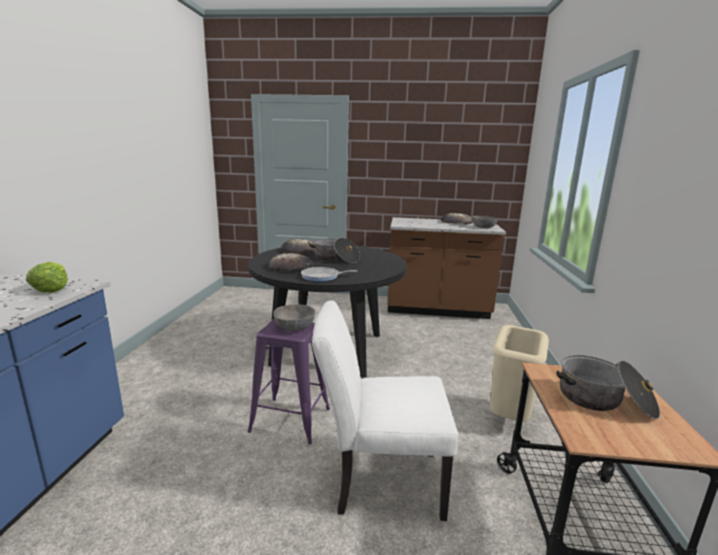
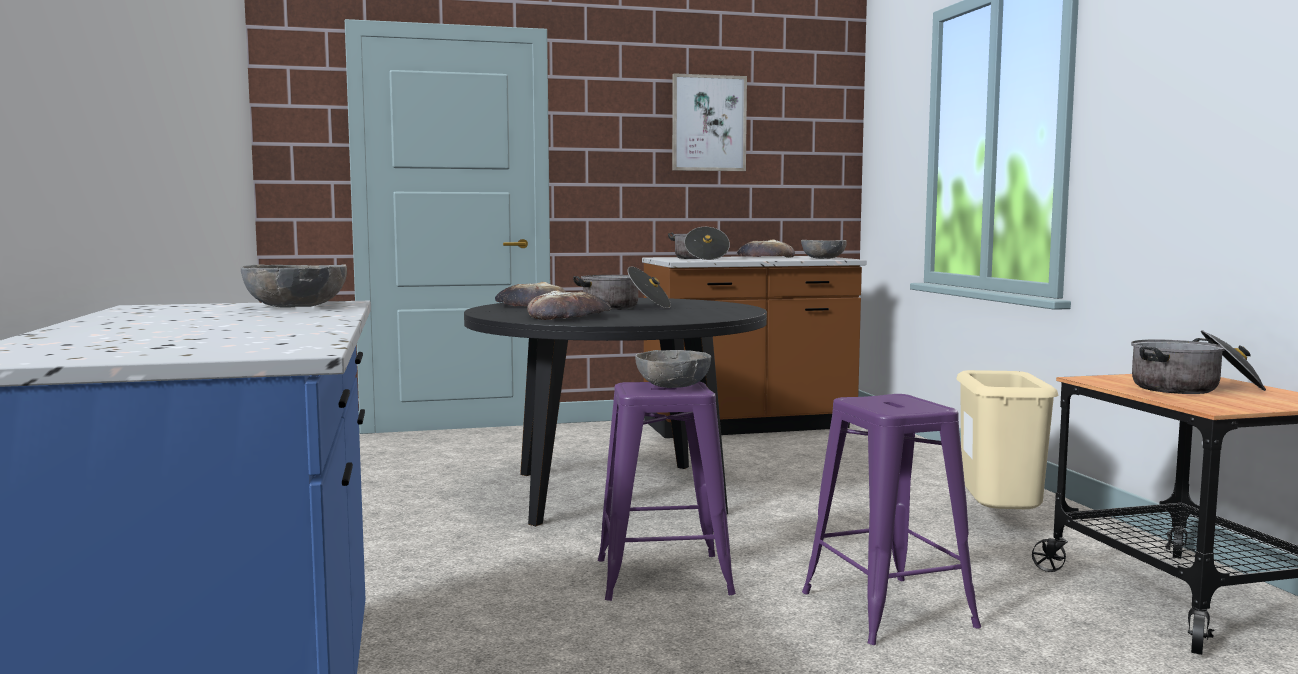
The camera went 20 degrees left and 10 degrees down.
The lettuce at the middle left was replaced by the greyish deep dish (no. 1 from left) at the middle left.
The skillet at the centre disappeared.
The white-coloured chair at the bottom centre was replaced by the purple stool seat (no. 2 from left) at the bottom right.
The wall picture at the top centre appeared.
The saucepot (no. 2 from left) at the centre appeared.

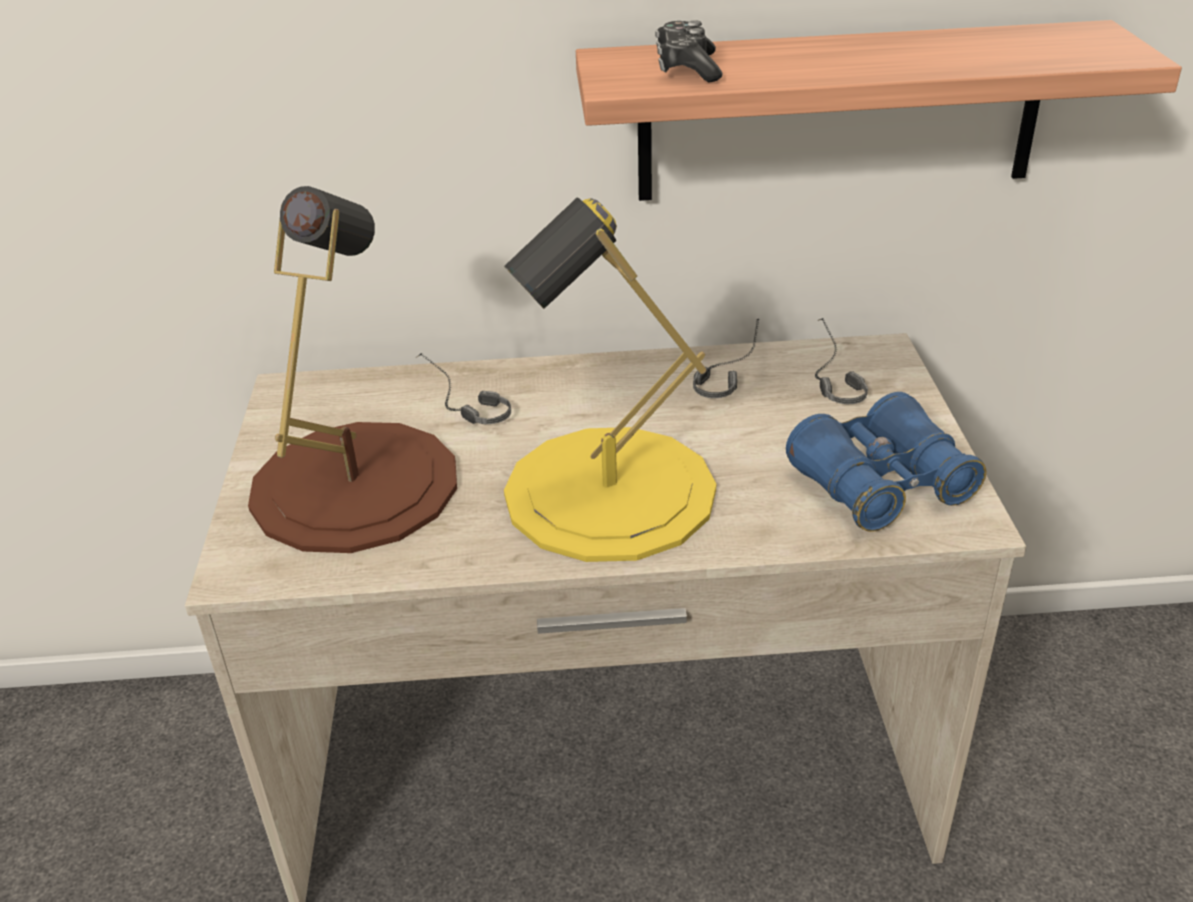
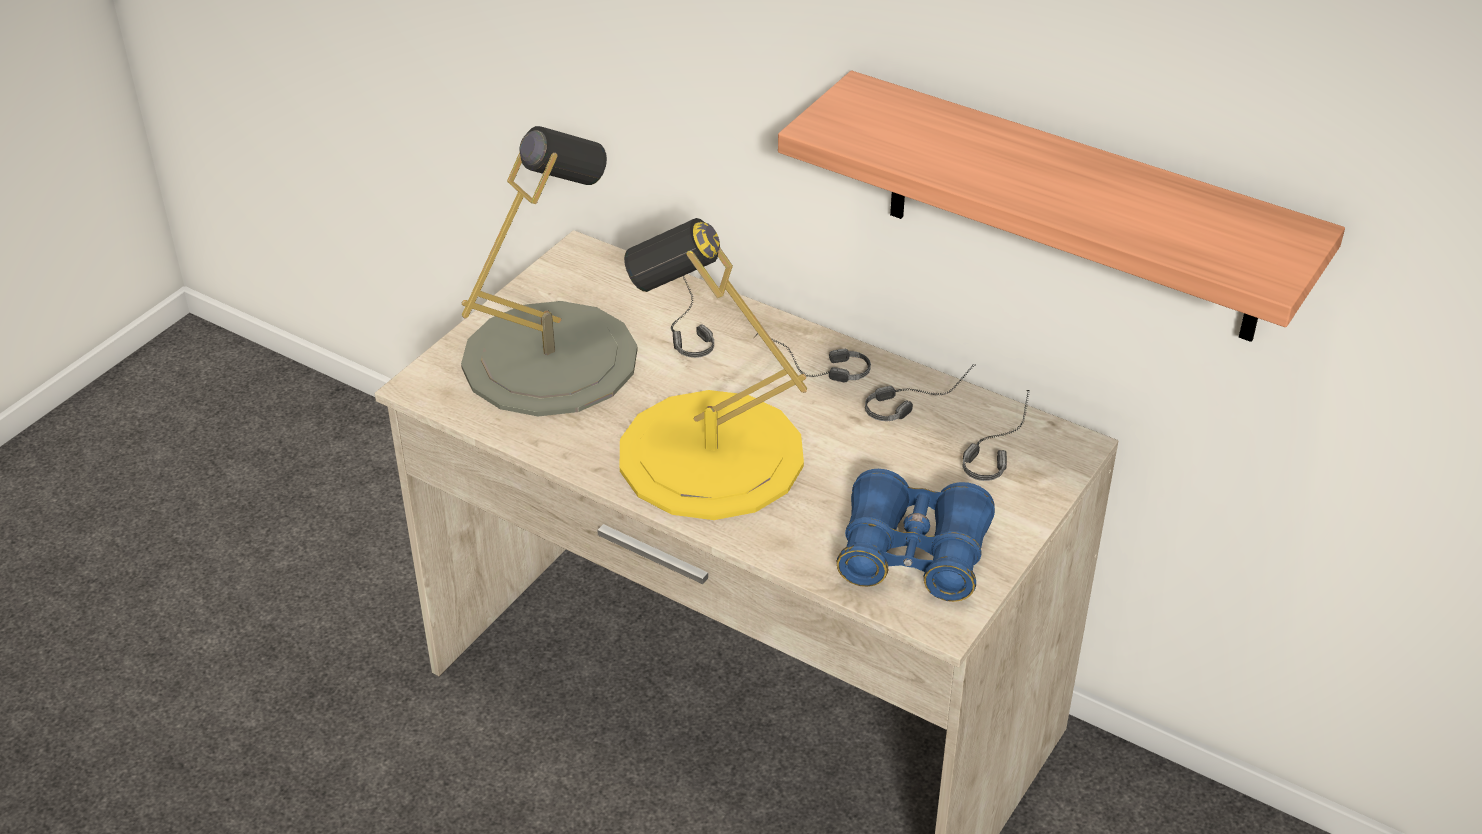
The camera went 35 degrees right and 5 degrees up.
The joypad at the top centre disappeared.
The brown table lamp at the middle left became the greyish table lamp at the top centre.
The headphones (no. 2 from left) at the centre appeared.

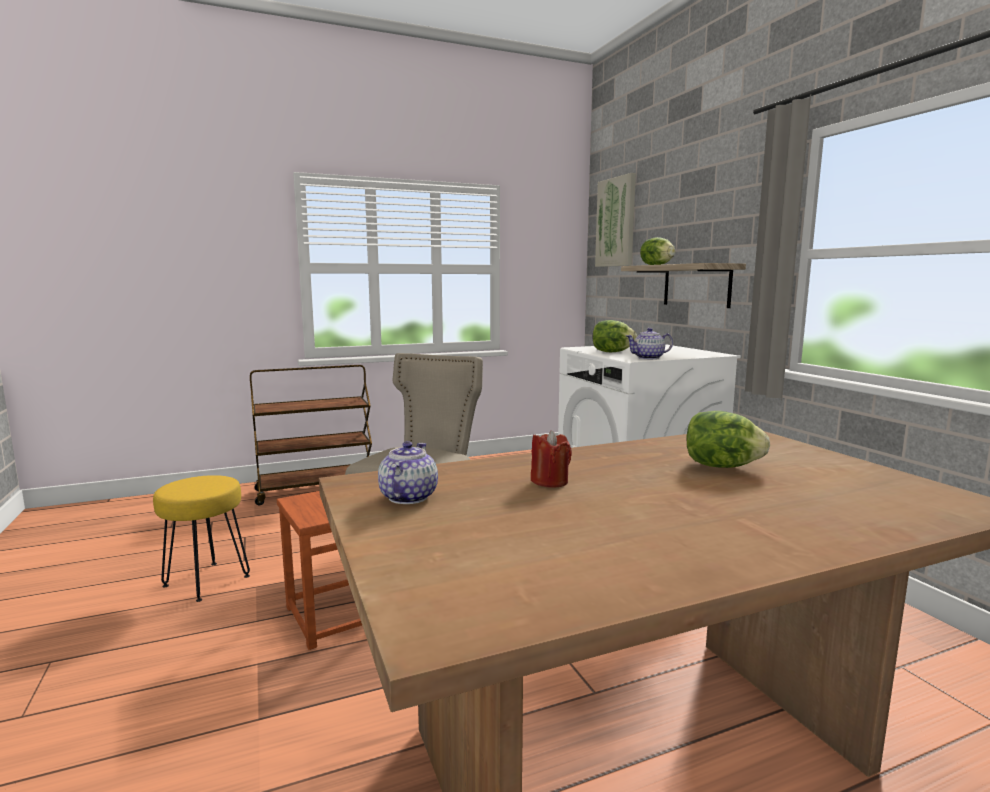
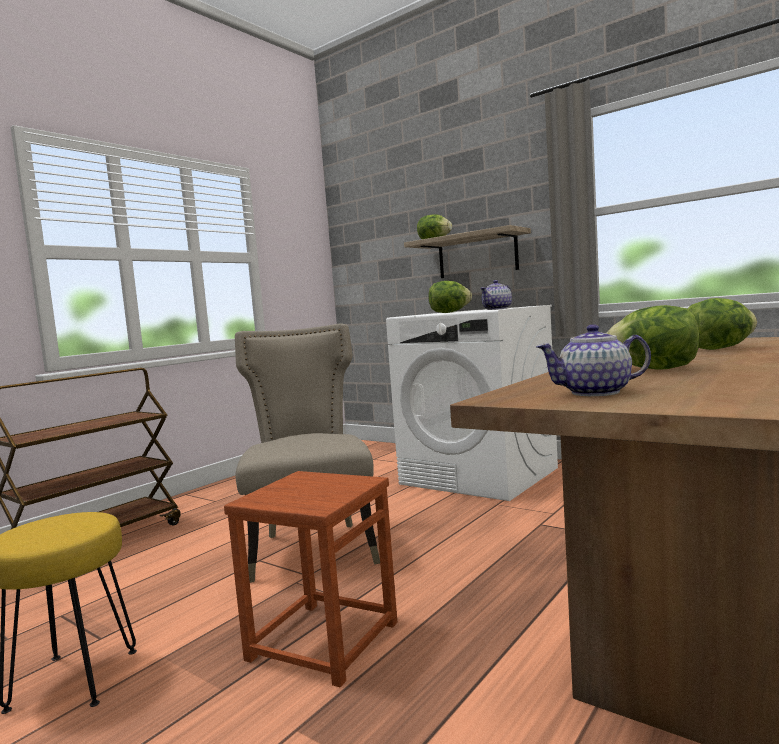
The camera went 30 degrees left and 5 degrees down.
The wall picture at the top centre disappeared.
The red wax candle at the centre was replaced by the lettuce (no. 3 from left) at the middle right.
The pot for tea (no. 1 from left in the first image) at the centre turned 75 degrees counterclockwise.

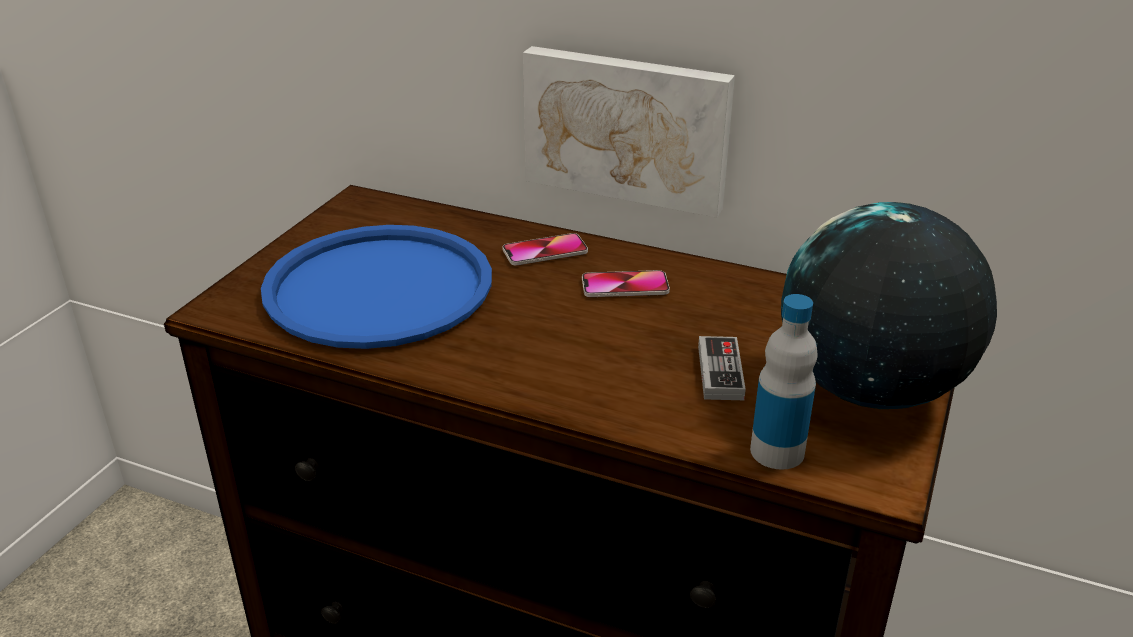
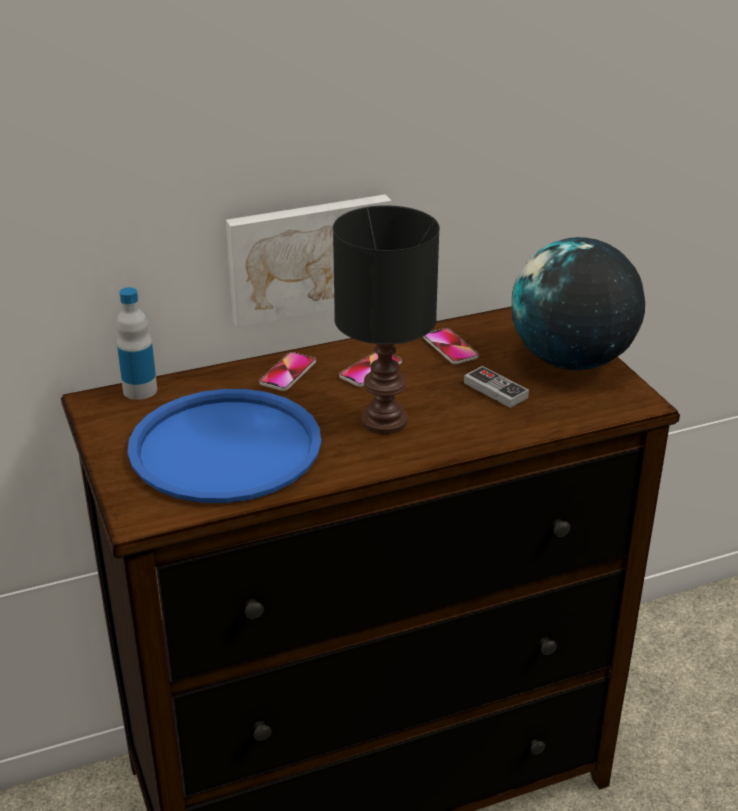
The camera went 45 degrees left and 0 degrees up.
The bottle moved from the middle right to the middle left.
The black-coloured table lamp at the centre appeared.
The handset (no. 3 from left) at the centre appeared.

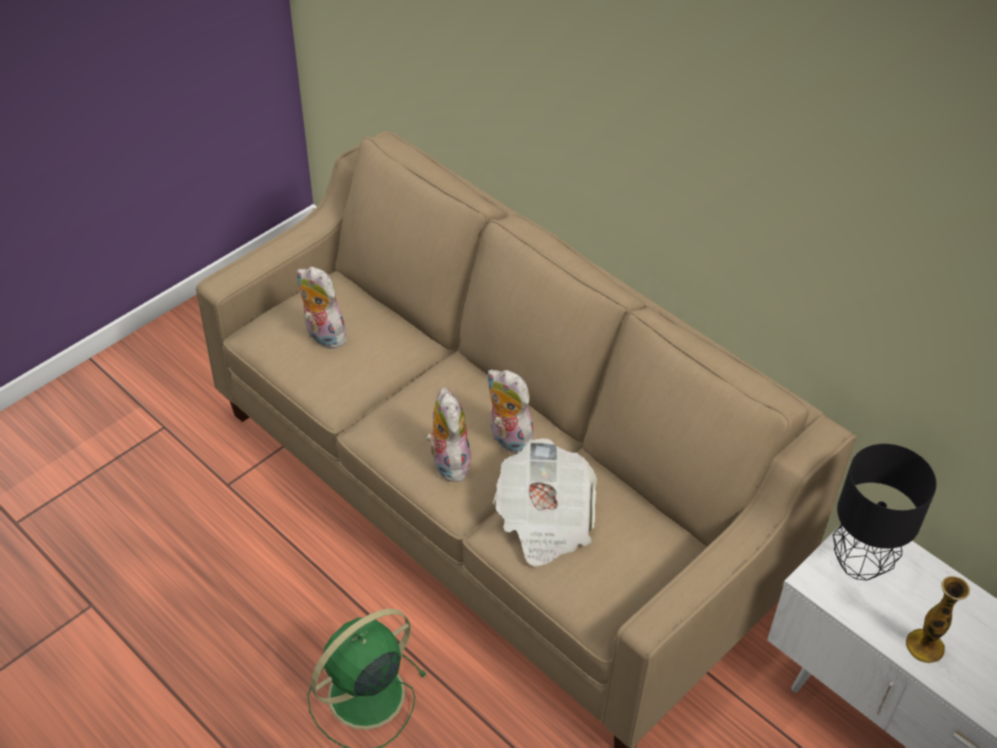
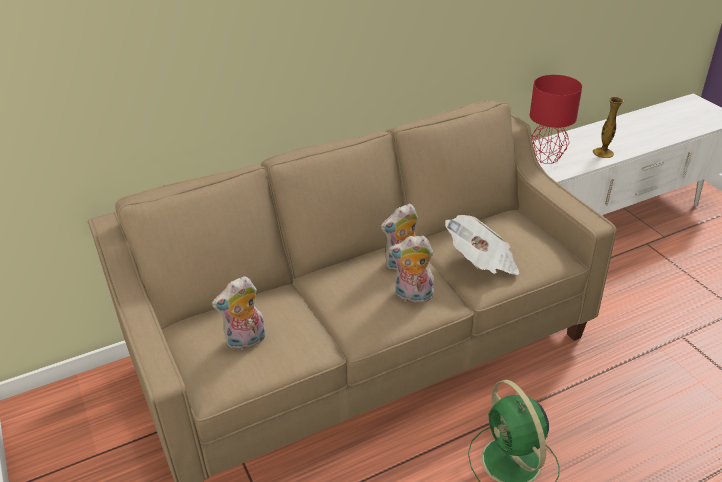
The camera went 70 degrees left and 10 degrees down.
The black-coloured table lamp at the bottom right became the red table lamp at the top right.

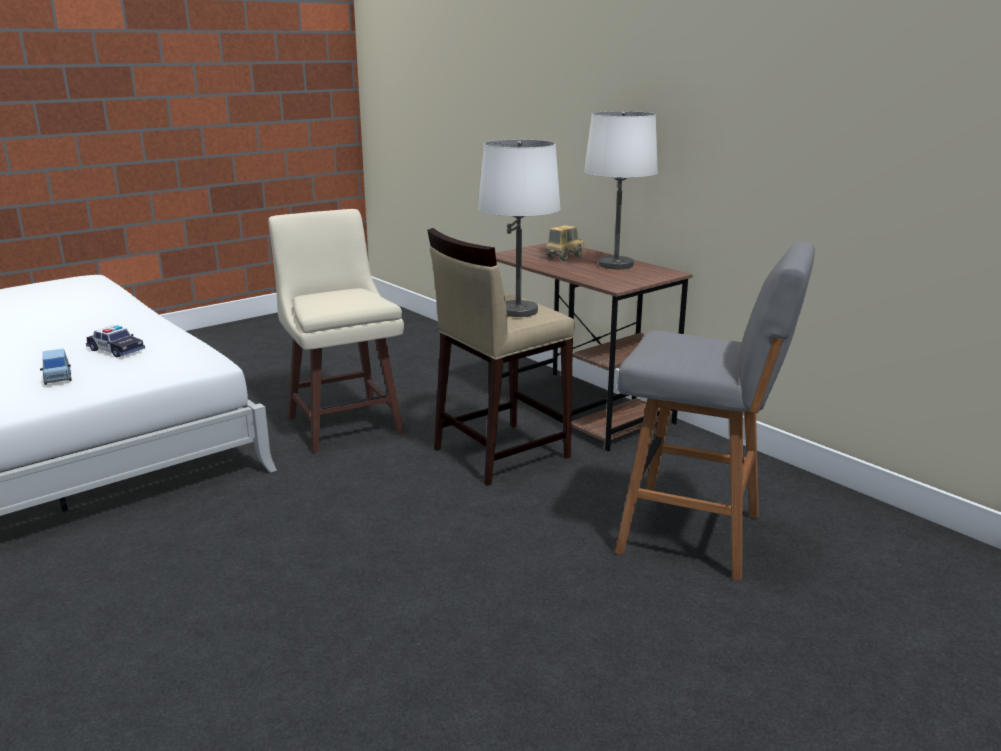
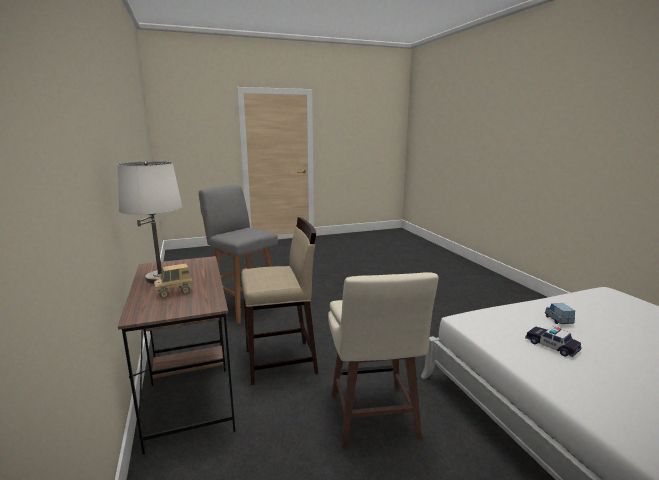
The camera went 160 degrees left and 5 degrees down.
The white-coloured table lamp (no. 1 from left) at the top centre disappeared.

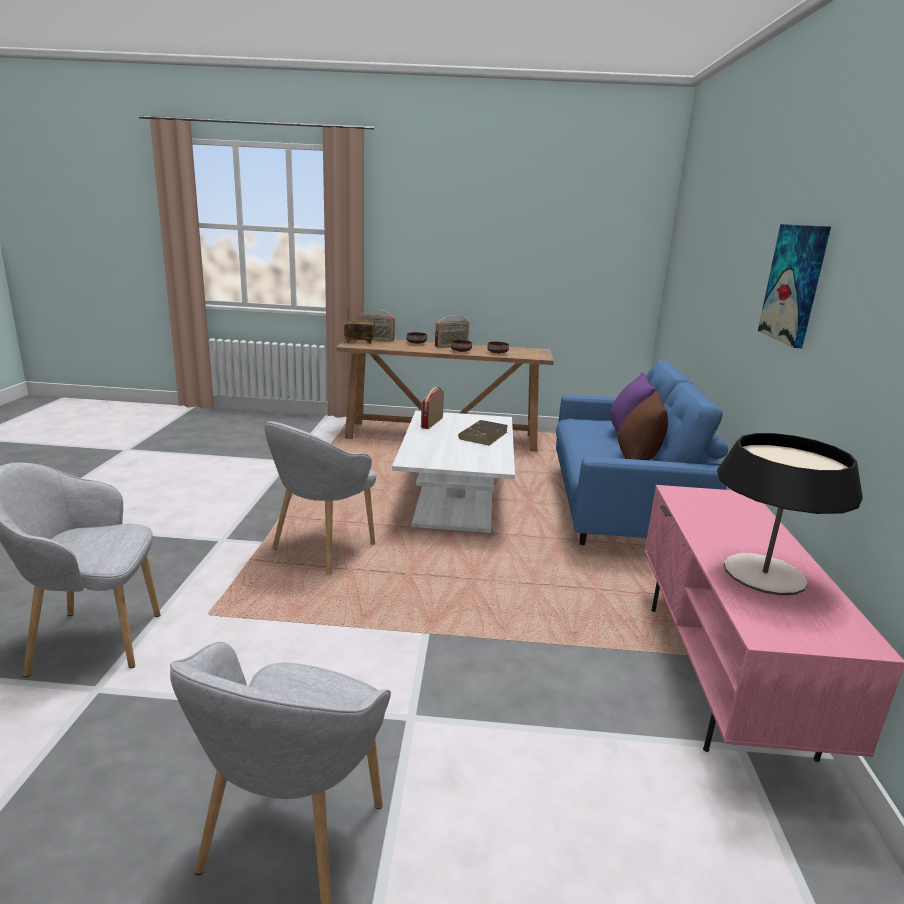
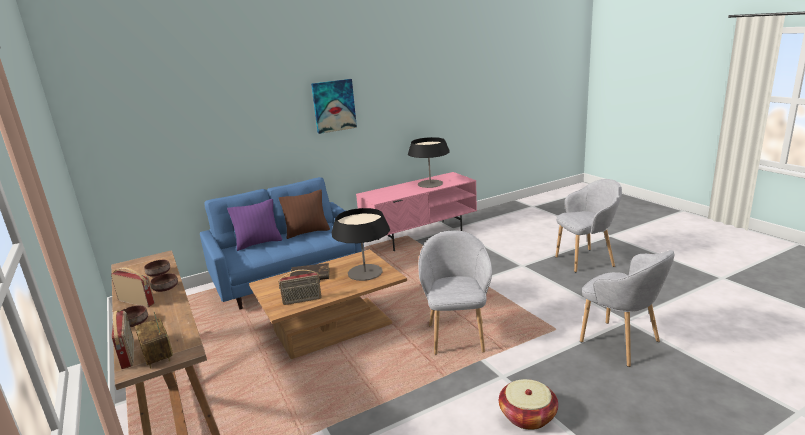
The camera went 120 degrees left and 0 degrees up.
The white-coloured low table at the centre became the brown low table at the bottom centre.
The greyish lounge chair (no. 3 from left in the first image) at the centre turned 90 degrees counterclockwise.
The table lamp (no. 1 from left) at the centre appeared.
The household basket at the bottom centre appeared.

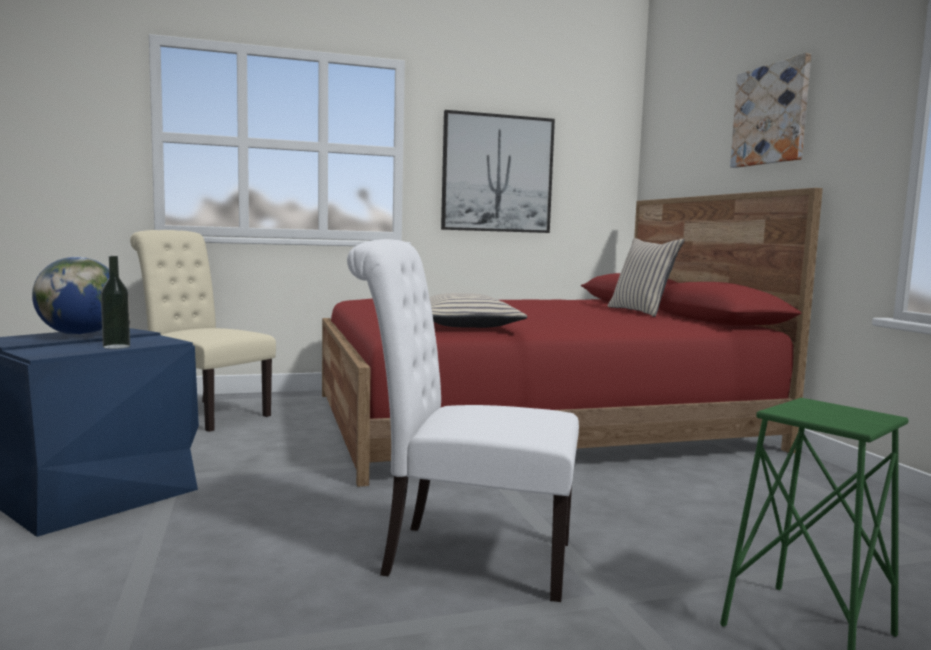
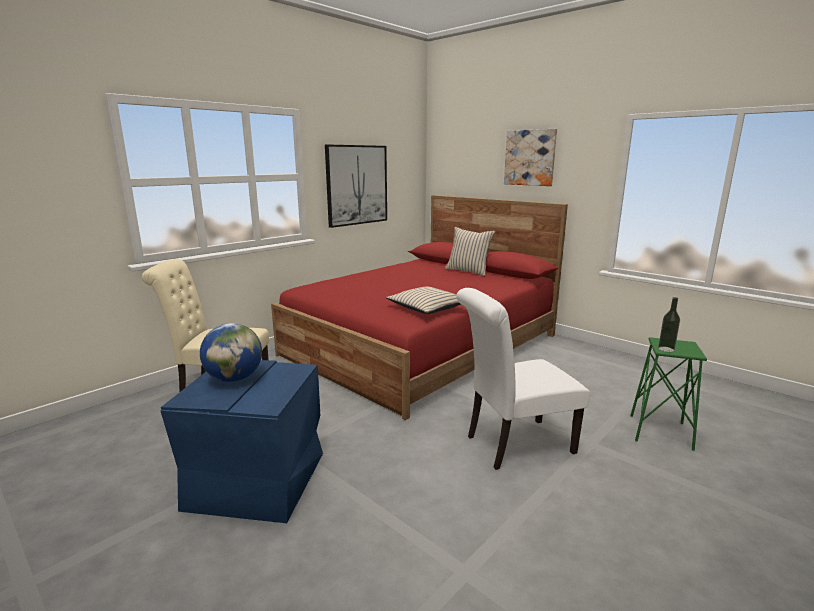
The camera went 30 degrees left and 10 degrees up.
The bottle moved from the middle left to the middle right.

